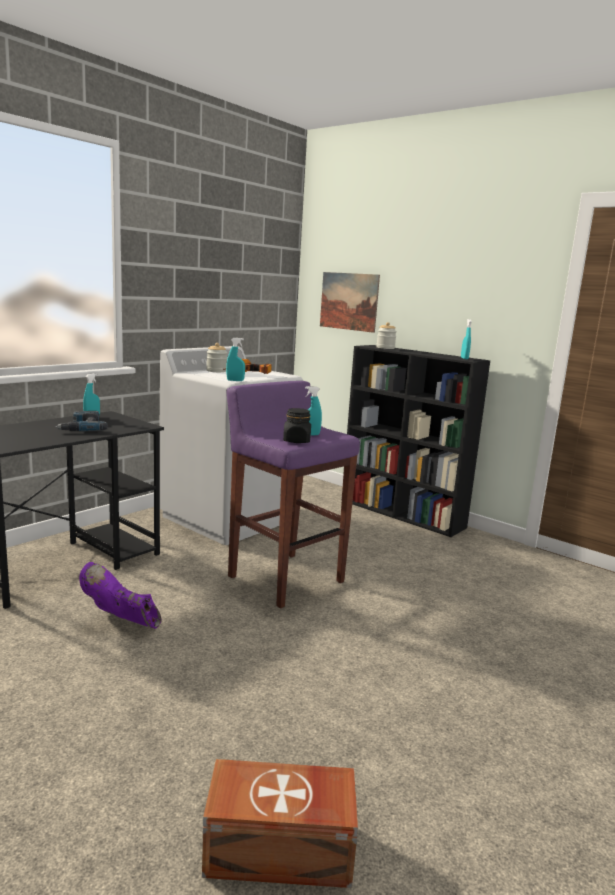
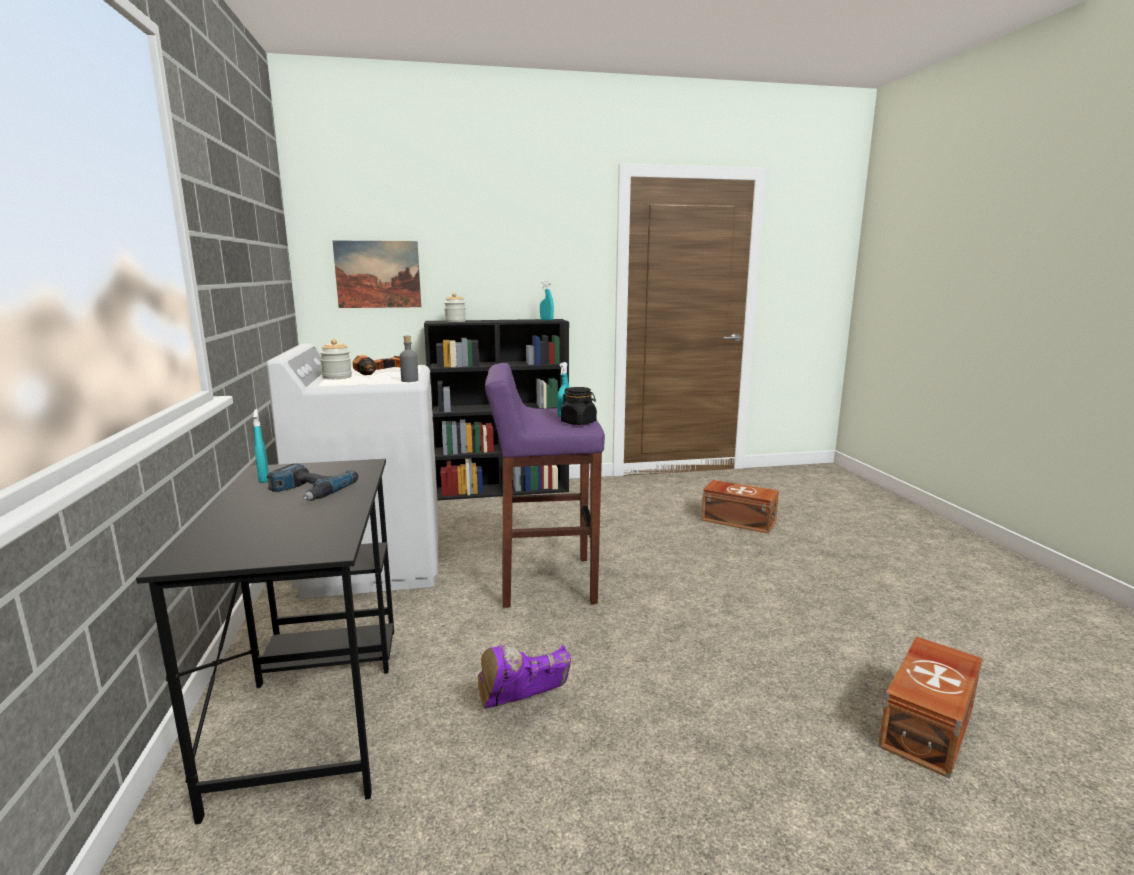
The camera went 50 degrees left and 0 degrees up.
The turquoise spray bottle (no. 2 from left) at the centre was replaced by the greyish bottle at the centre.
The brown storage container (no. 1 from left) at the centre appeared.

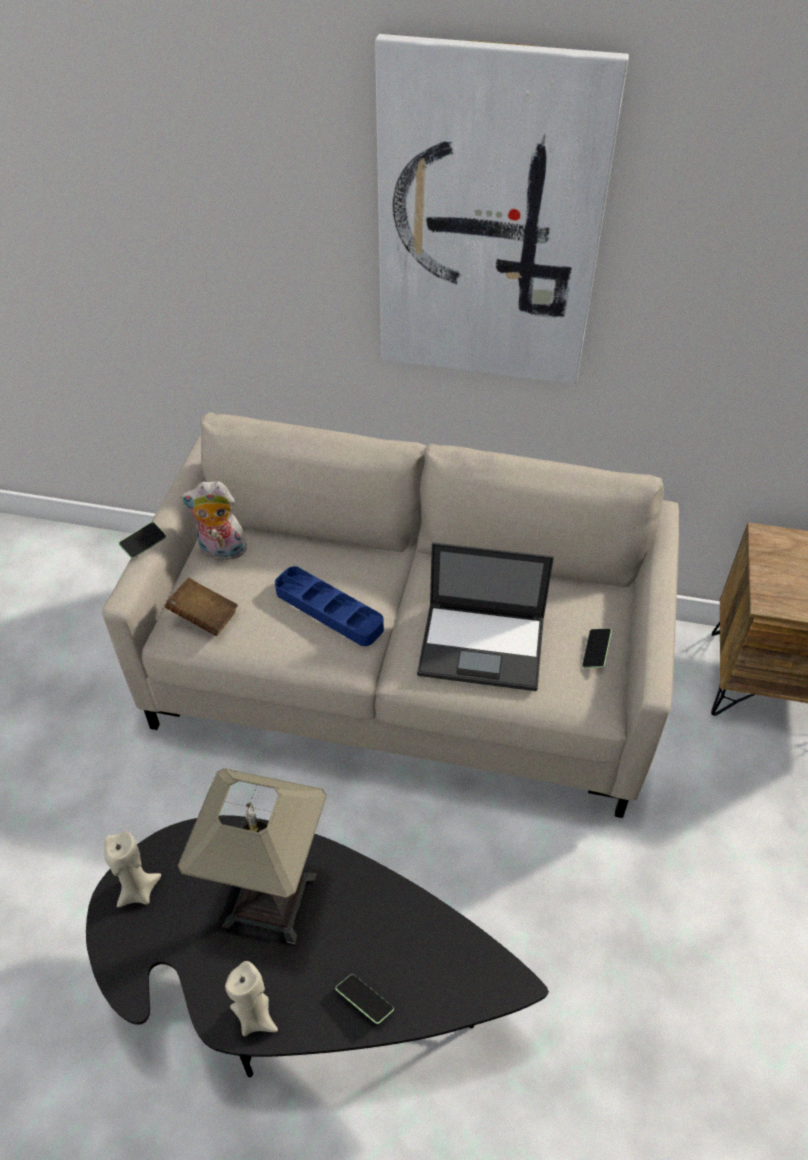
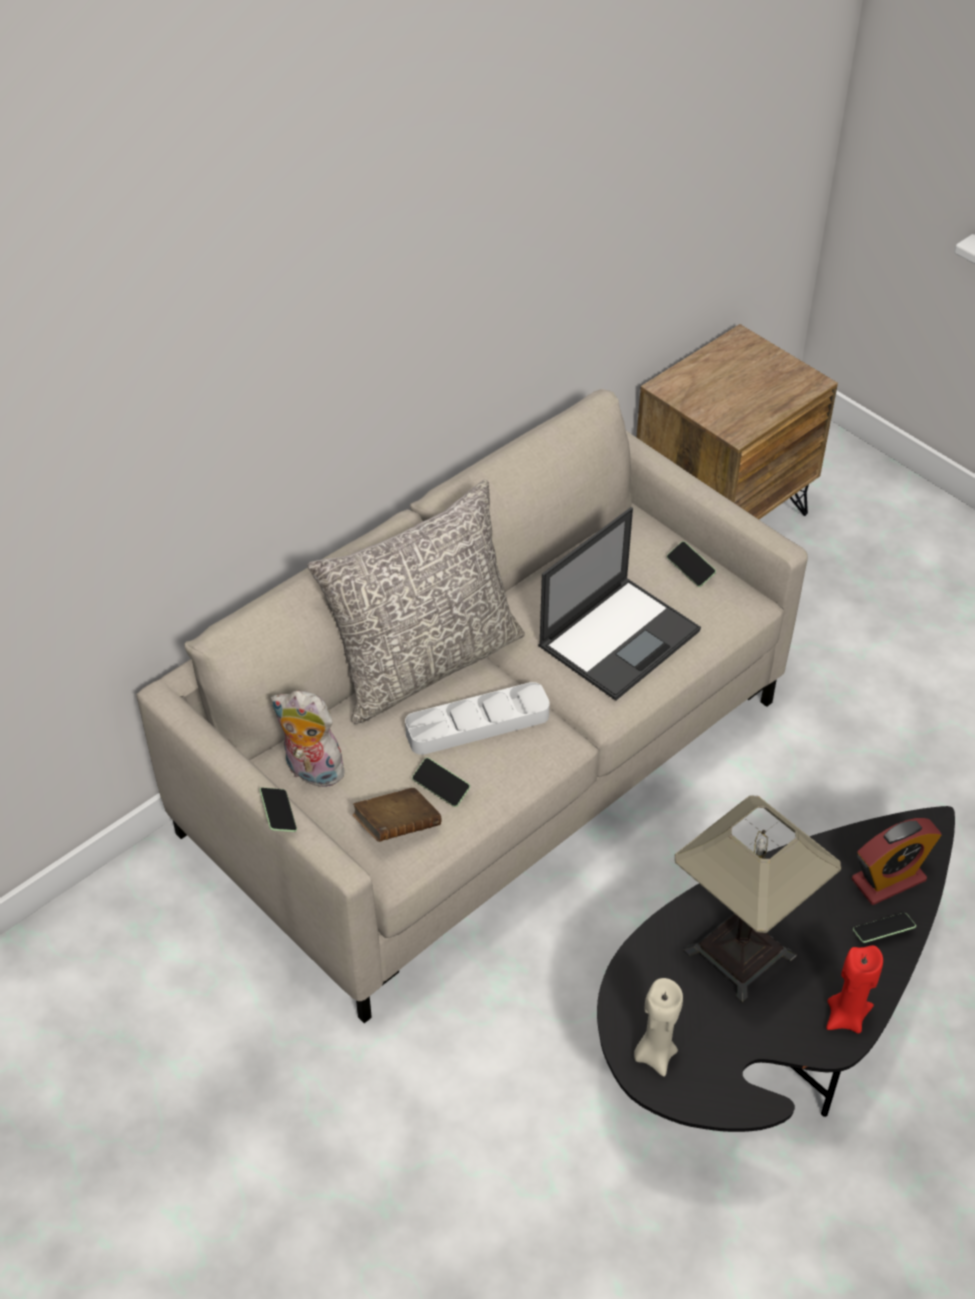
The camera went 55 degrees left and 0 degrees up.
The wall picture at the top centre disappeared.
The cuddly toy at the middle left turned 75 degrees clockwise.
The bluish tray at the centre became the white-coloured tray at the centre.
The beige wax candle (no. 2 from left) at the bottom left became the red wax candle at the bottom right.
The greyish throw pillow at the centre appeared.
The handset (no. 2 from left) at the centre appeared.
The alarm clock at the middle right appeared.

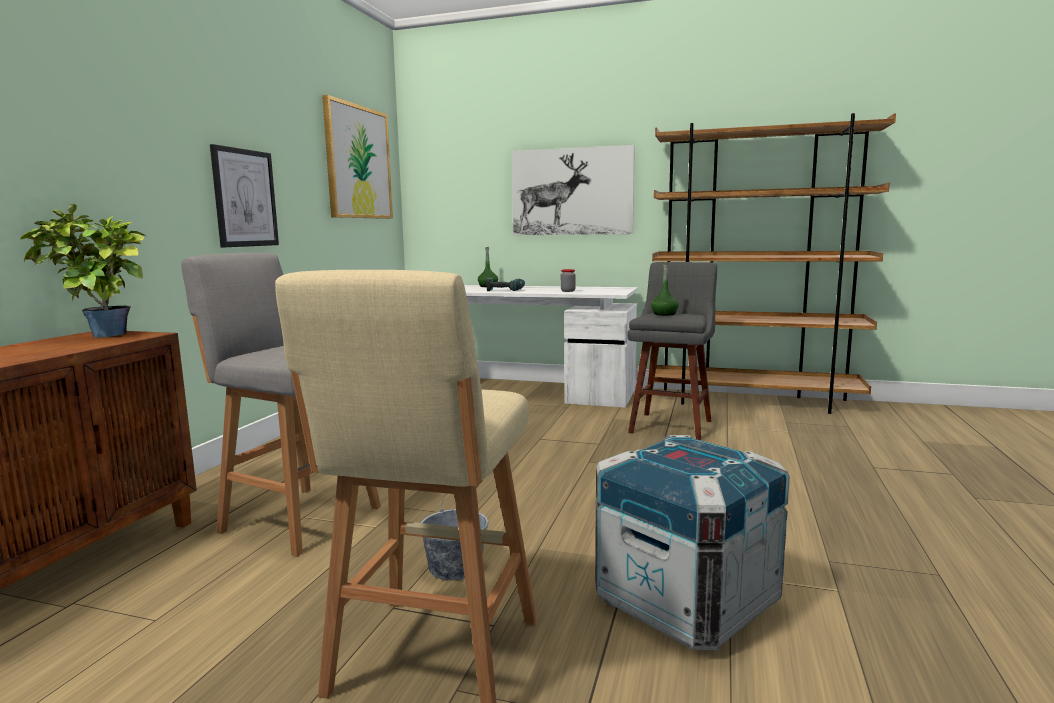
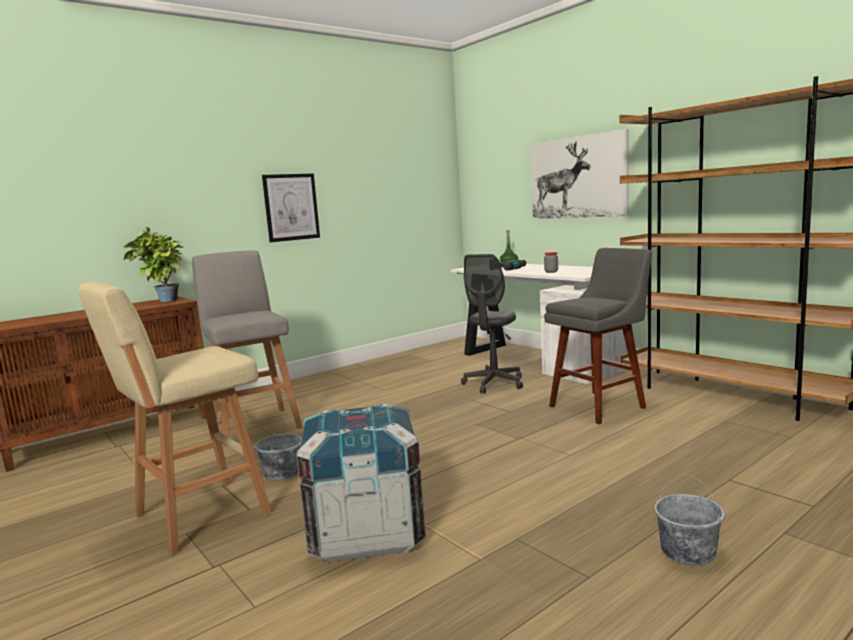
The camera went 35 degrees right and 0 degrees up.
The wall picture (no. 2 from left) at the top centre disappeared.
The greenish bottle (no. 2 from left) at the centre disappeared.
The greyish desk chair at the centre appeared.
The greyish pail (no. 2 from left) at the bottom right appeared.

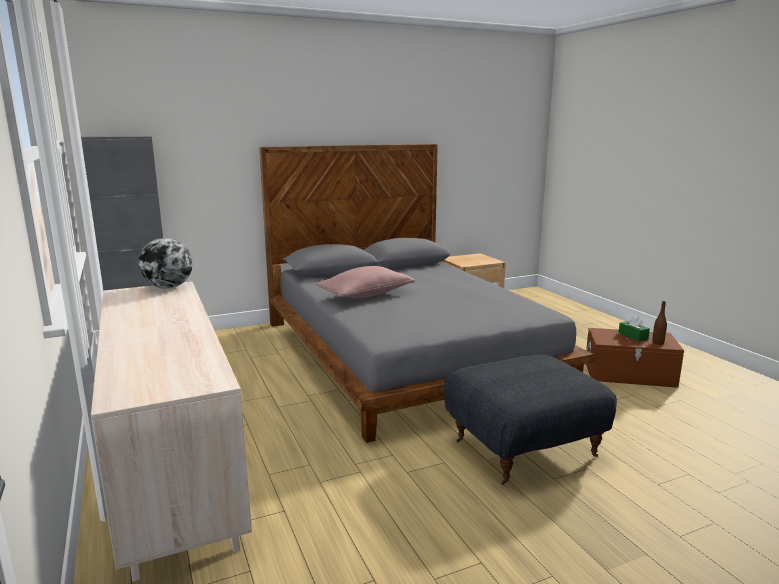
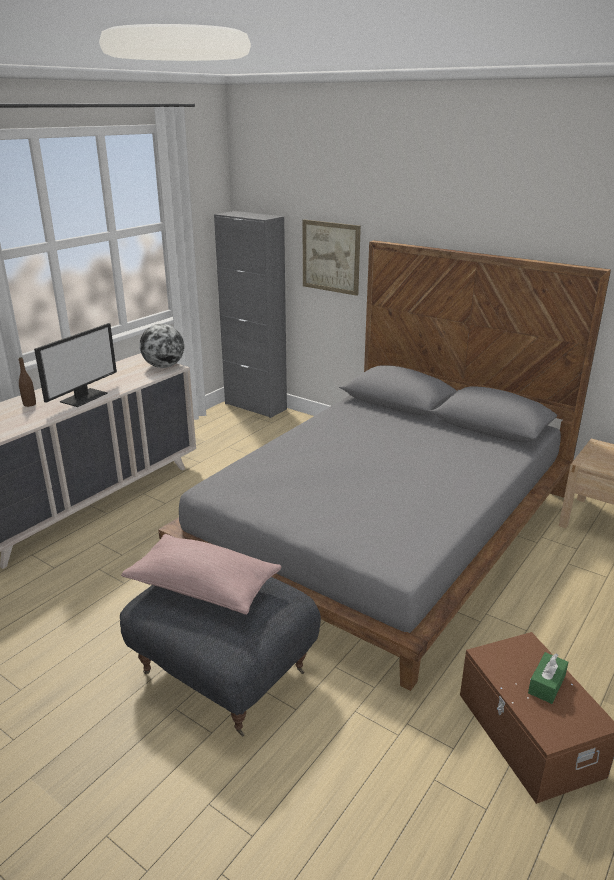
The camera went 60 degrees right and 10 degrees up.
The pink throw pillow moved from the centre to the middle left.
The brown bottle moved from the middle right to the middle left.
The wall picture at the top centre appeared.
The monitor at the middle left appeared.

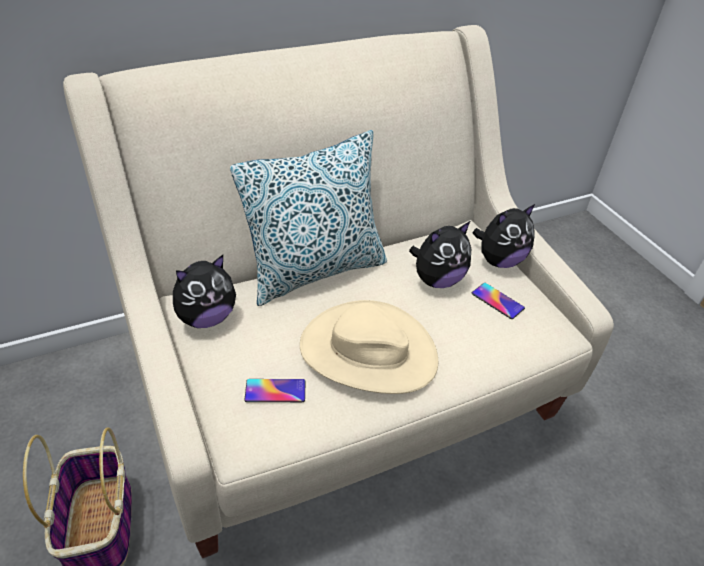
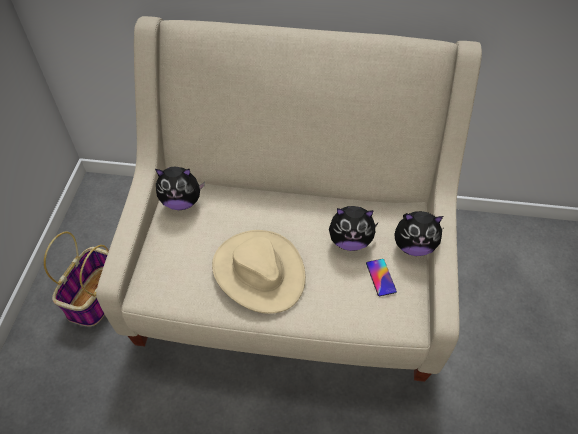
The camera went 35 degrees right and 10 degrees up.
The throw pillow at the centre disappeared.
The handset (no. 1 from left) at the bottom centre disappeared.

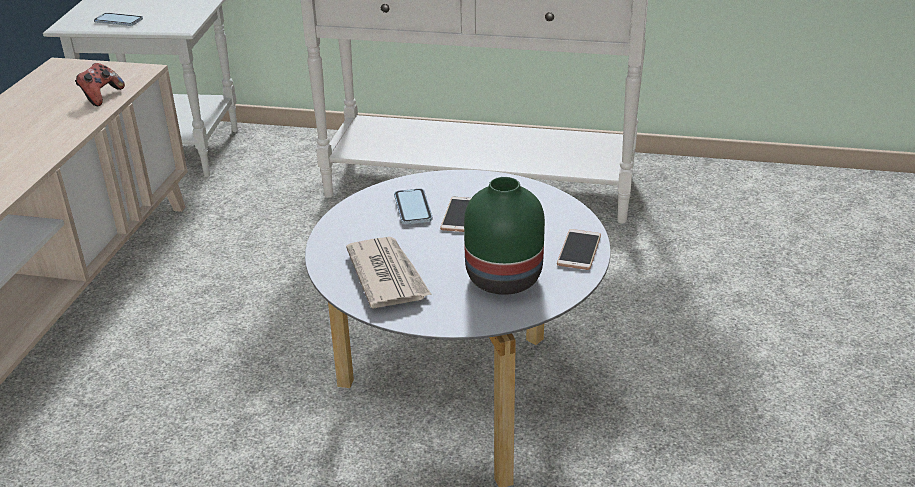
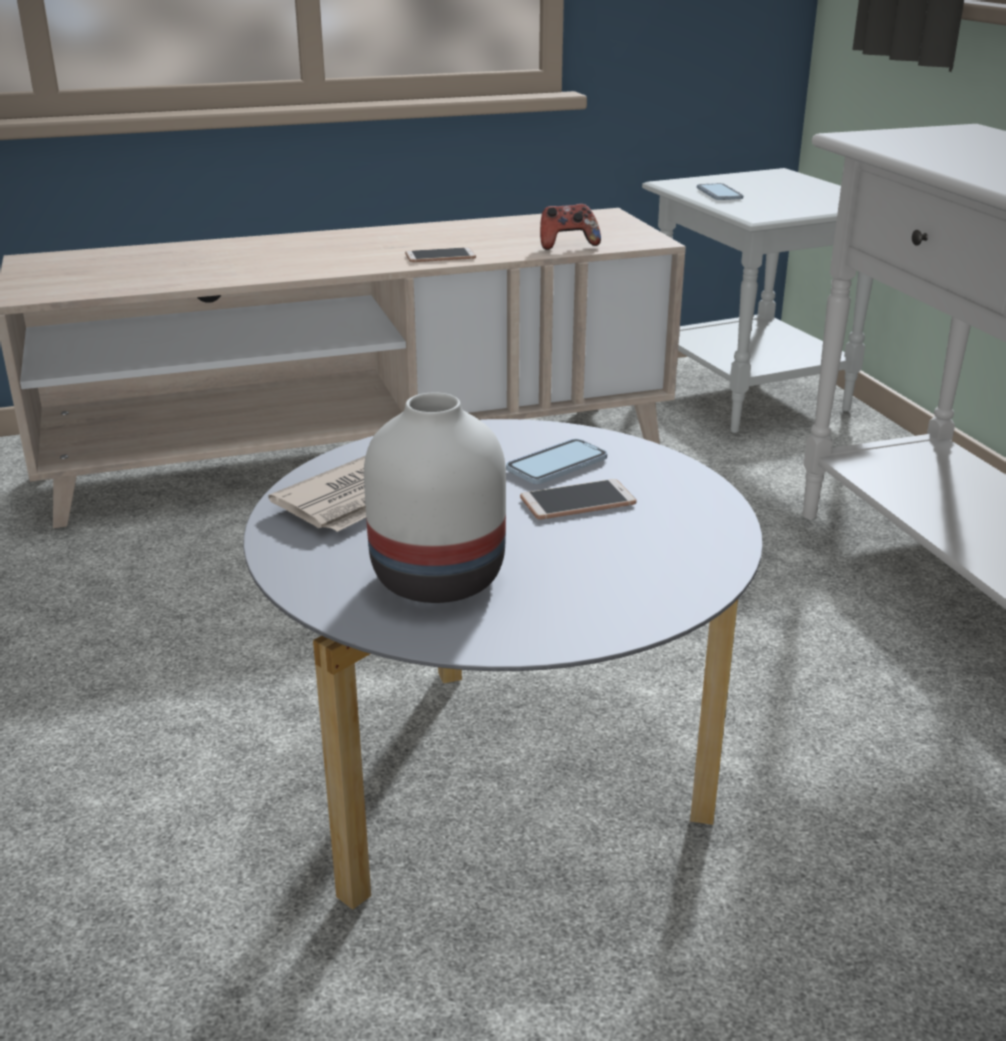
The camera went 60 degrees right and 5 degrees down.
The greenish flower vase at the centre became the white-coloured flower vase at the centre.
The handset (no. 4 from left in the first image) moved from the centre to the top centre.

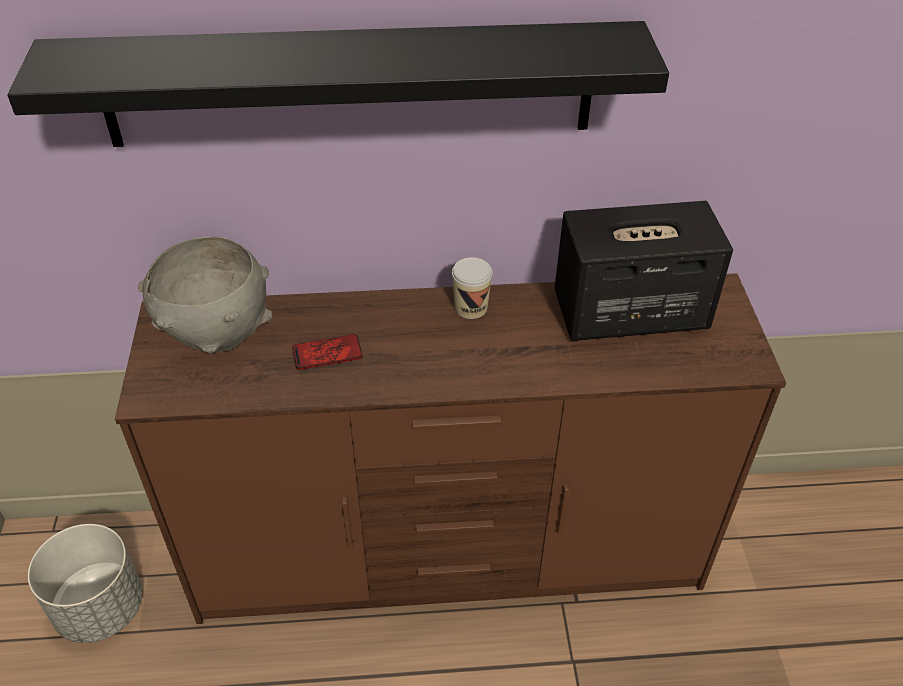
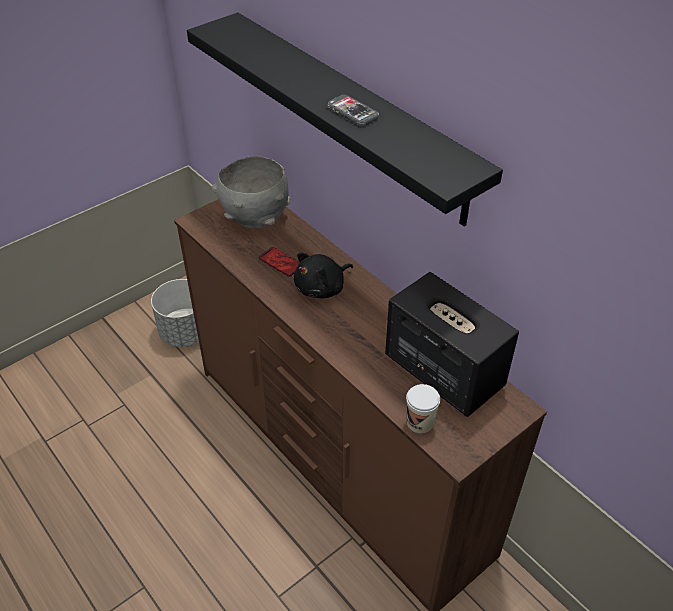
The camera went 55 degrees right and 0 degrees up.
The small cup moved from the centre to the bottom centre.
The handset (no. 2 from left) at the top centre appeared.
The black-coloured cuddly toy at the centre appeared.

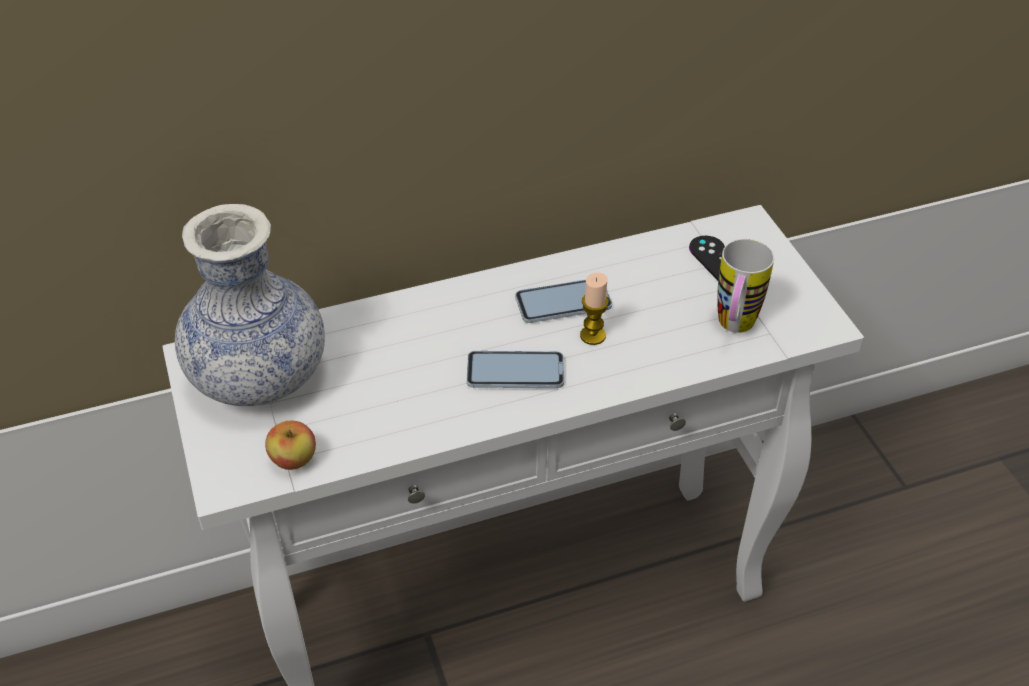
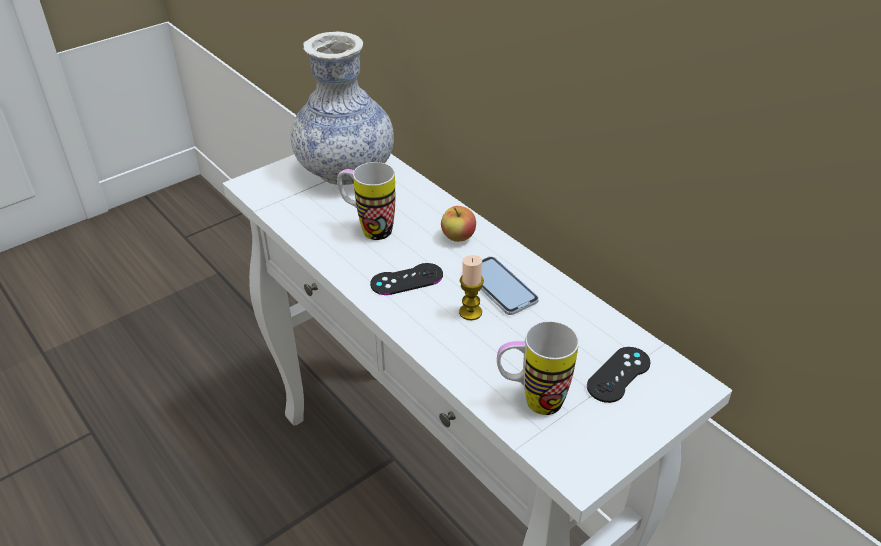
The camera went 70 degrees right and 5 degrees down.
The handset (no. 1 from left) at the centre was replaced by the black-coloured joypad (no. 1 from left) at the centre.
The apple moved from the middle left to the centre.
The mug (no. 1 from left) at the centre appeared.

